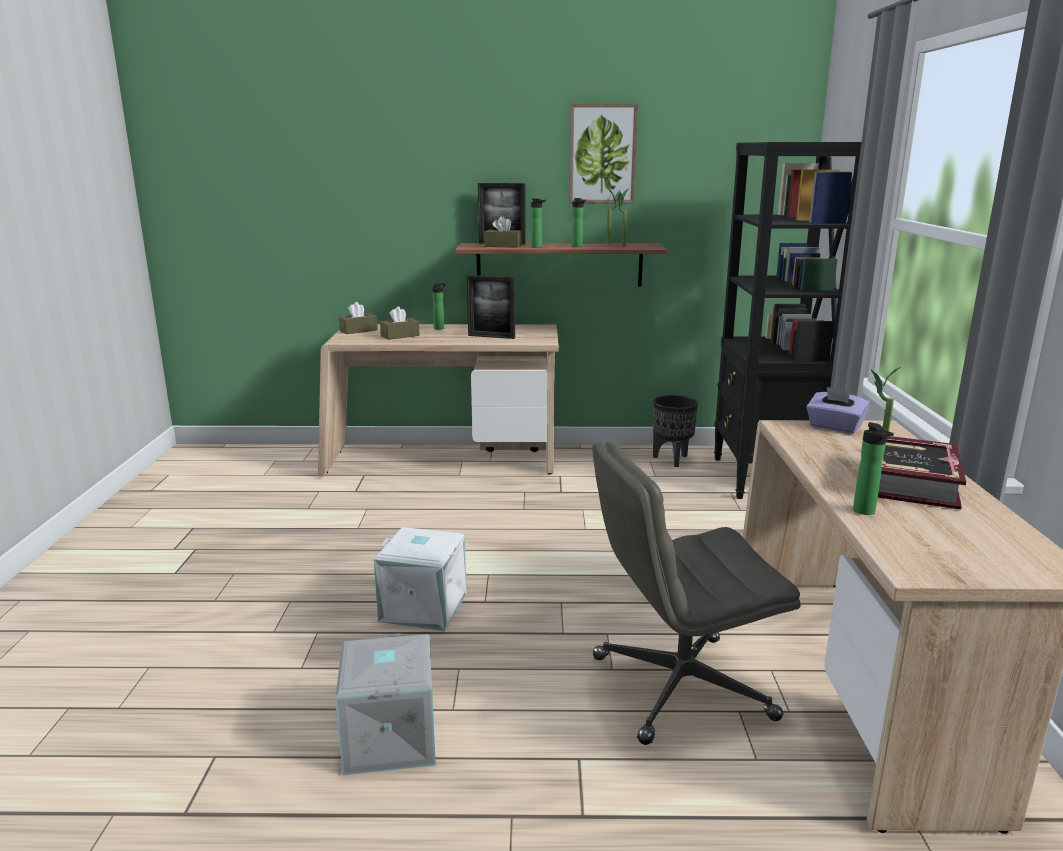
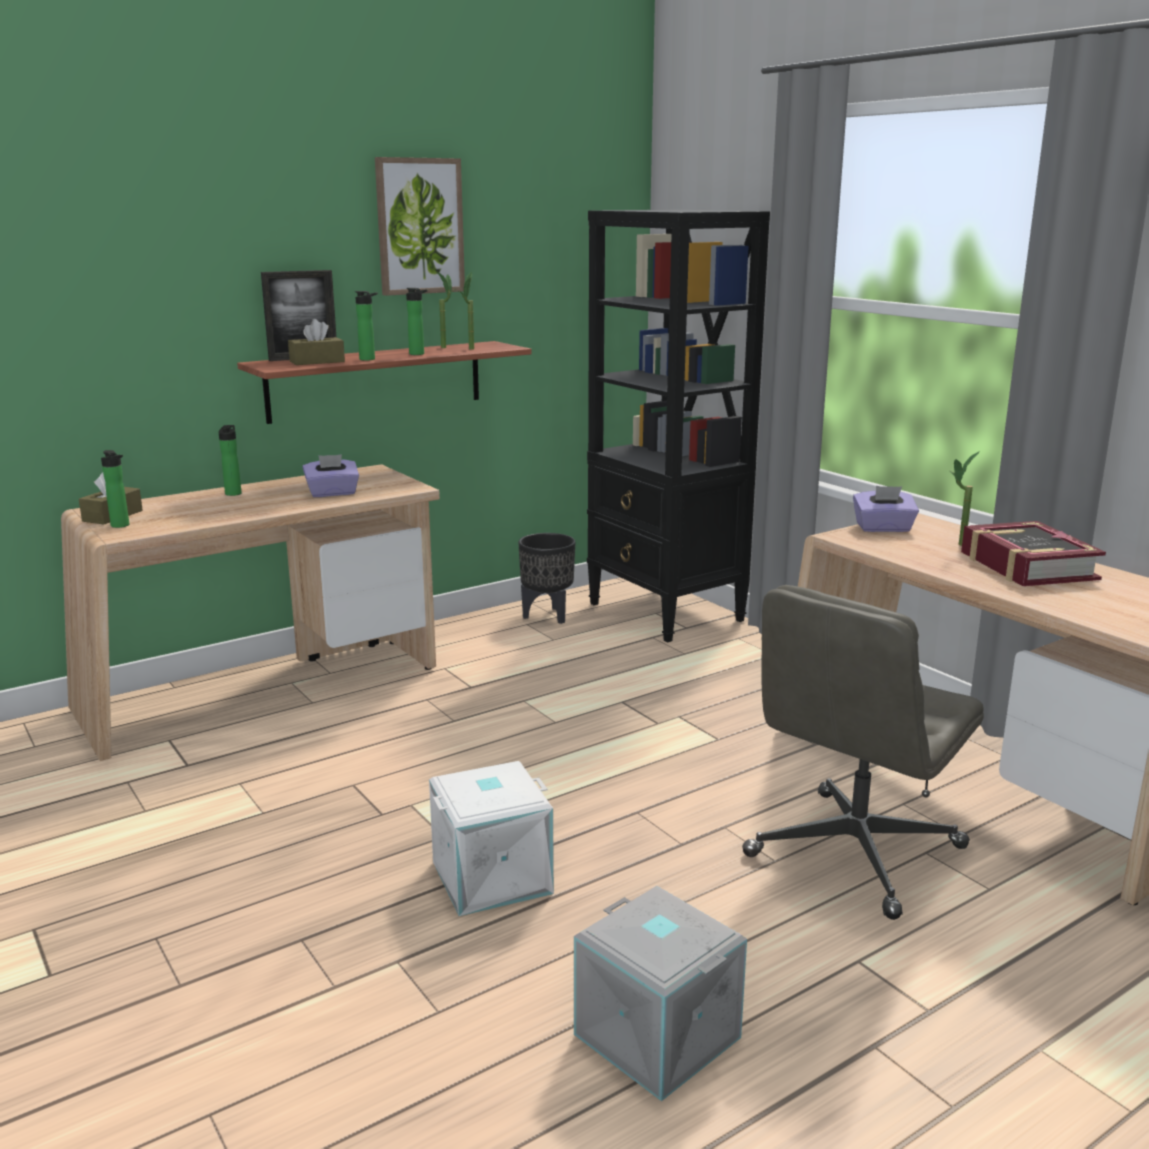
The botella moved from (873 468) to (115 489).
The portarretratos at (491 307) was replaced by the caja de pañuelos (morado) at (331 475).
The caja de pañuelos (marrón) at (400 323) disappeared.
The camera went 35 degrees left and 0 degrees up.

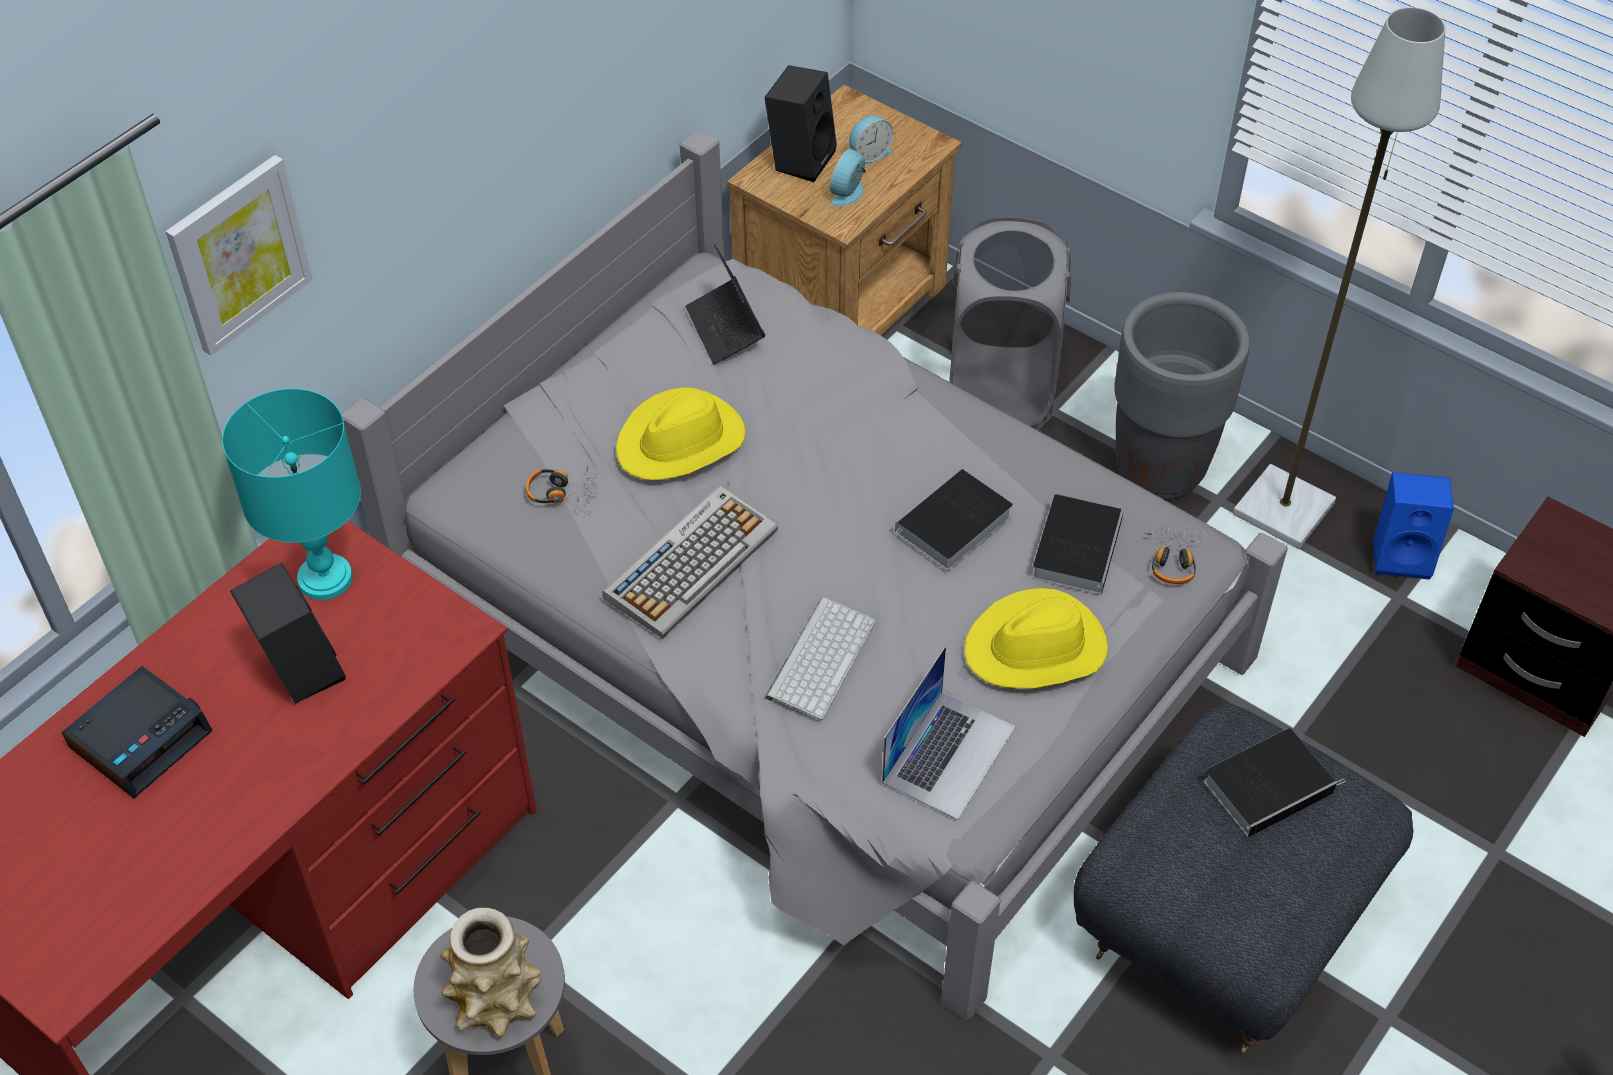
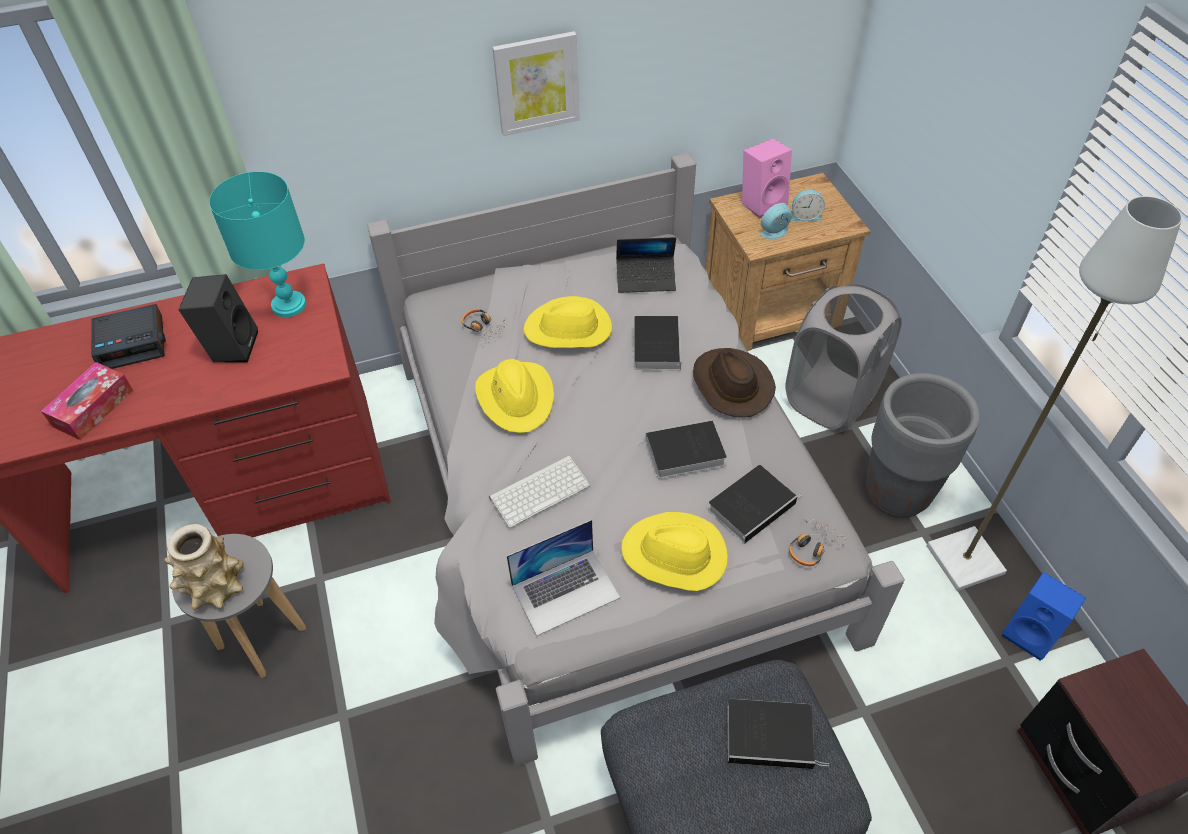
The caja de pañuelos at (87 401) appeared.
The teclado at (690 562) was replaced by the sombrero (amarillo) at (514 396).
The cuadro moved from (239 255) to (536 83).
The portátil at (725 304) turned 105 degrees counterclockwise.
The libro at (657 342) appeared.
The sombrero (marrón) at (734 383) appeared.
The altavoz (negro) at (800 123) became the altavoz (rosa) at (767 179).
The camera went 35 degrees right and 0 degrees up.

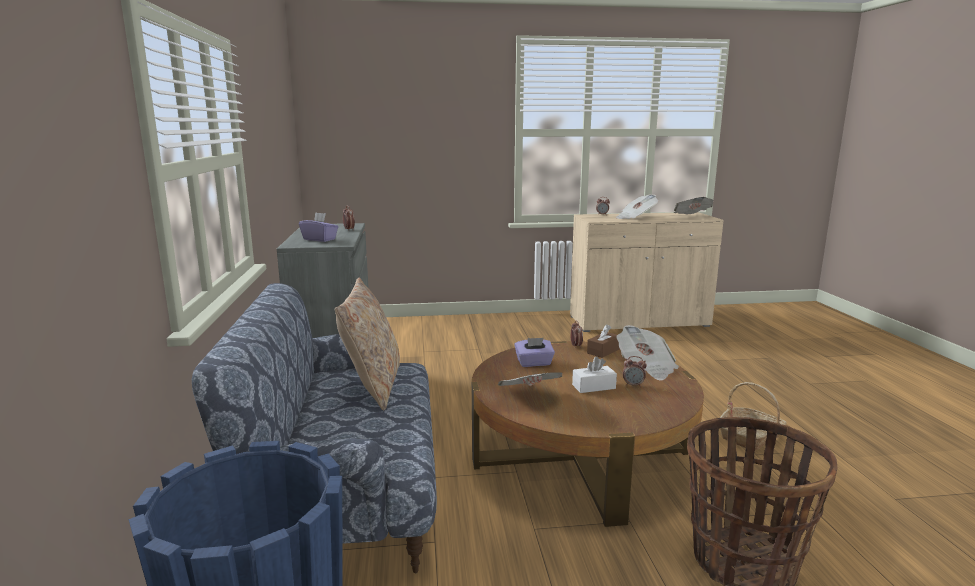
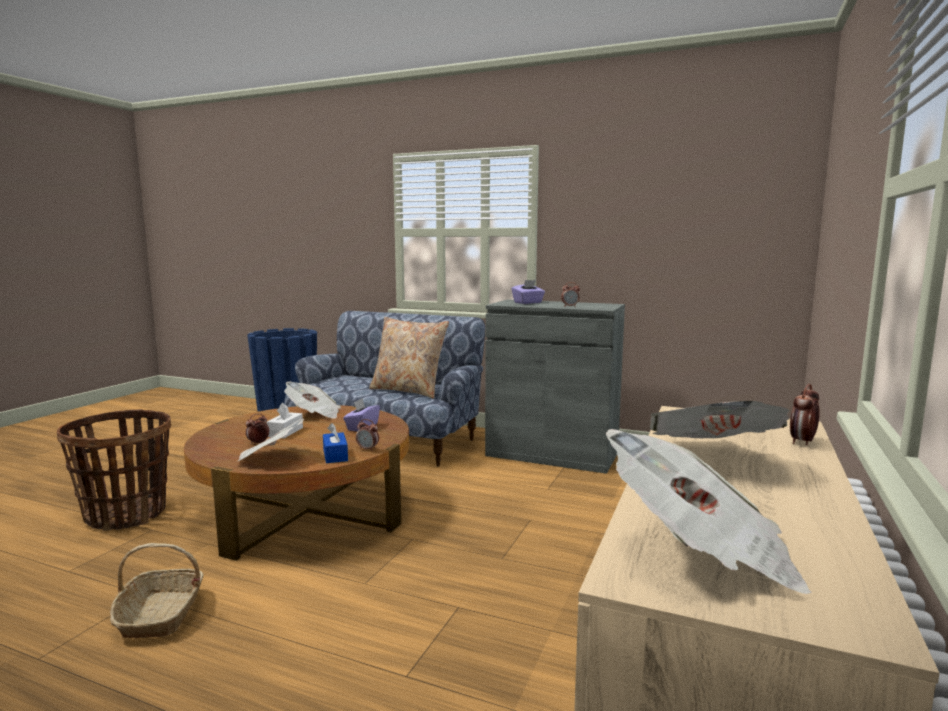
The caja de pañuelos (marrón) at (603 341) became the caja de pañuelos (azul) at (335 443).
The camera went 120 degrees right and 5 degrees down.

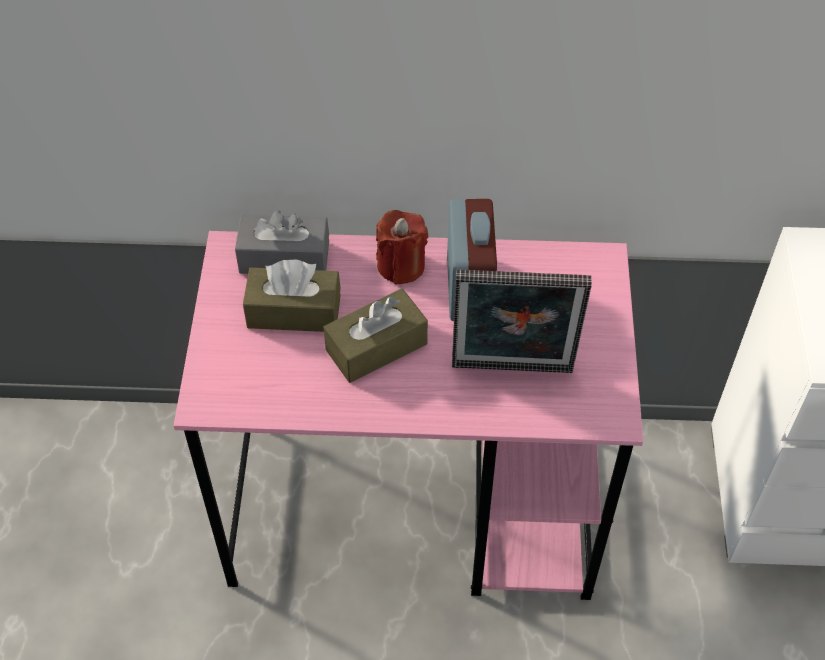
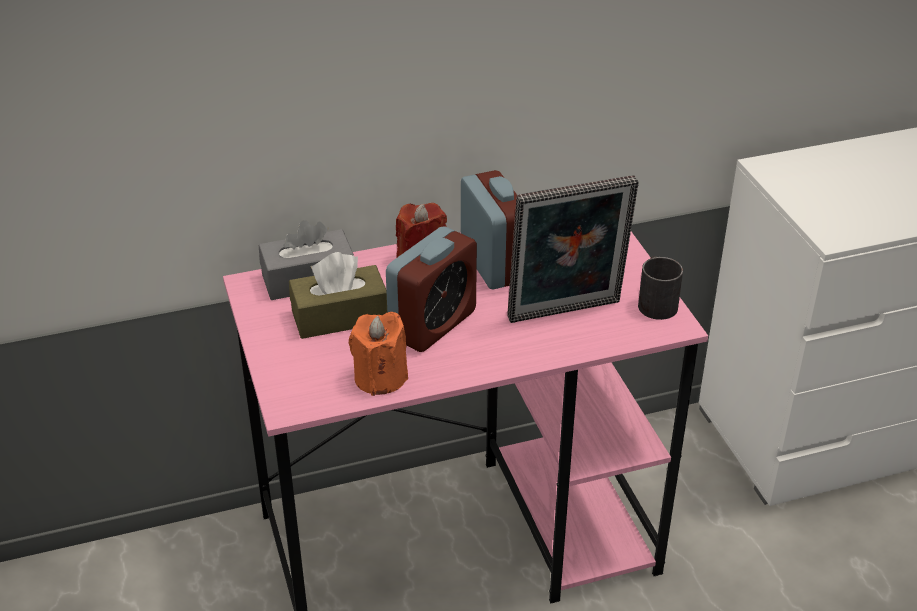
The vela (naranja) at (378 354) appeared.
The caja de pañuelos (marrón) at (375 335) was replaced by the despertador at (431 289).
The taza grande (negro) at (660 288) appeared.
The camera went 20 degrees left and 15 degrees down.

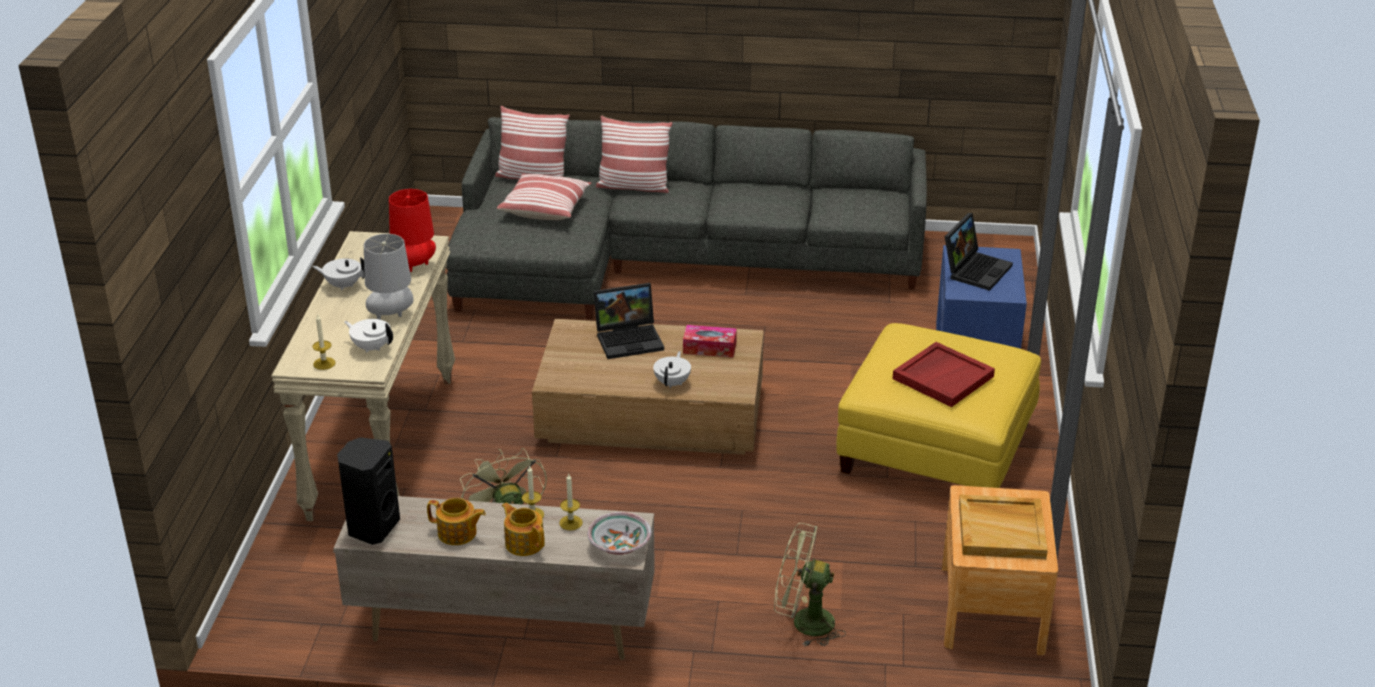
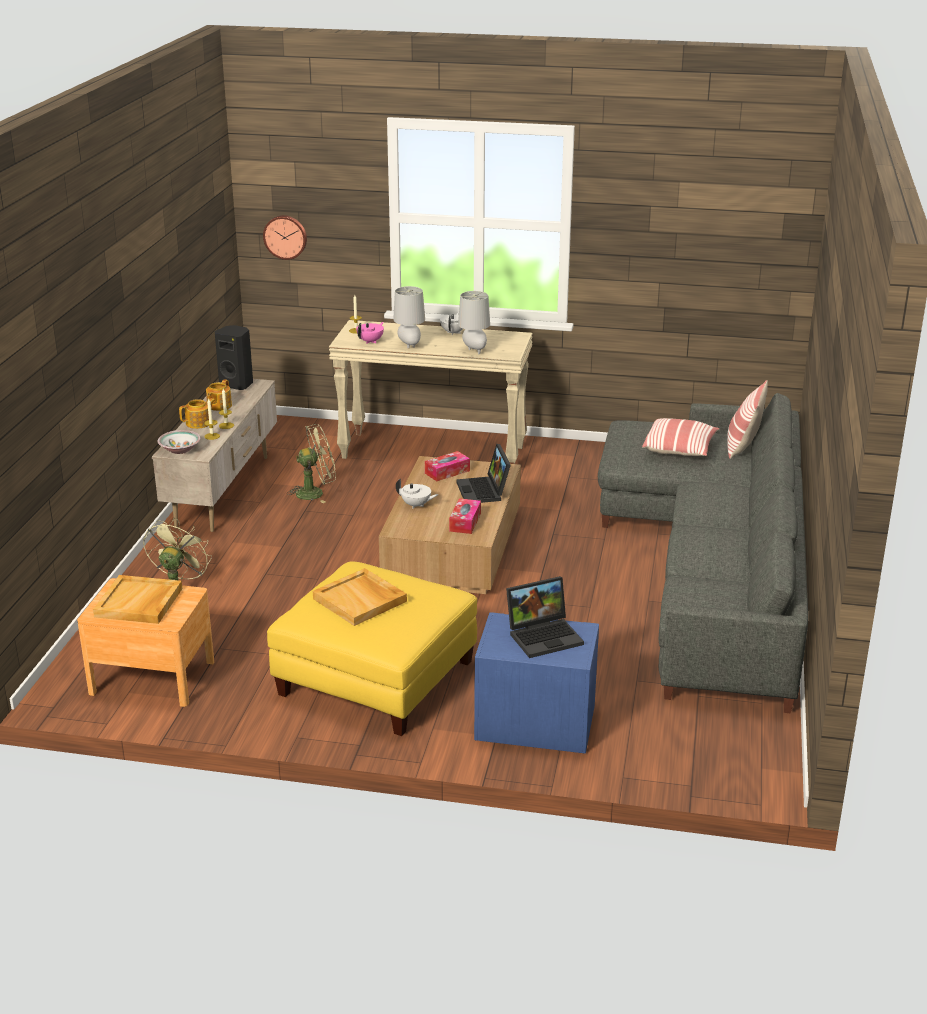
The reloj de pared at (285 237) appeared.
The bandeja (rojo) at (944 374) became the bandeja (beis) at (360 597).
The tetera (blanco) at (368 336) became the tetera (rosa) at (370 333).
The caja de pañuelos at (447 466) appeared.
The lámpara de mesa (rojo) at (412 230) became the lámpara de mesa (gris) at (474 322).
The portátil at (979 252) turned 60 degrees counterclockwise.
The cojín at (634 154) disappeared.
The camera went 95 degrees right and 5 degrees down.

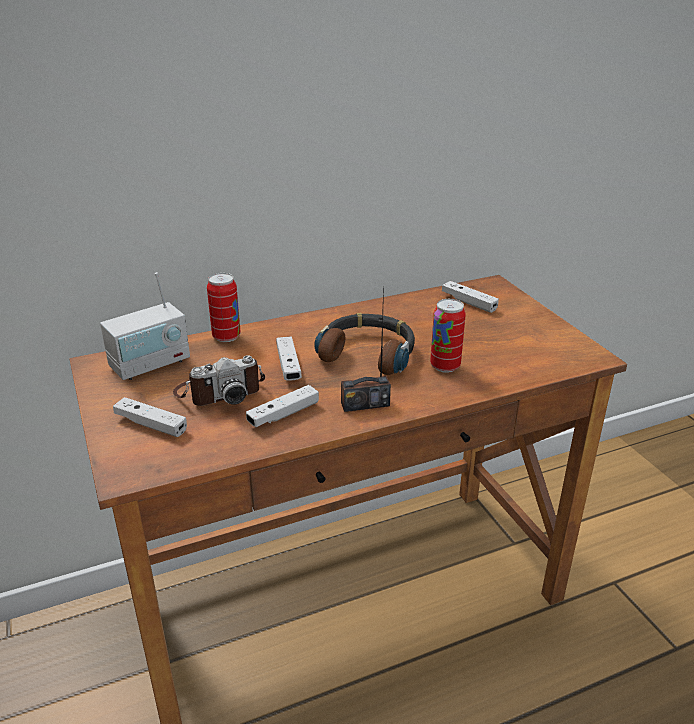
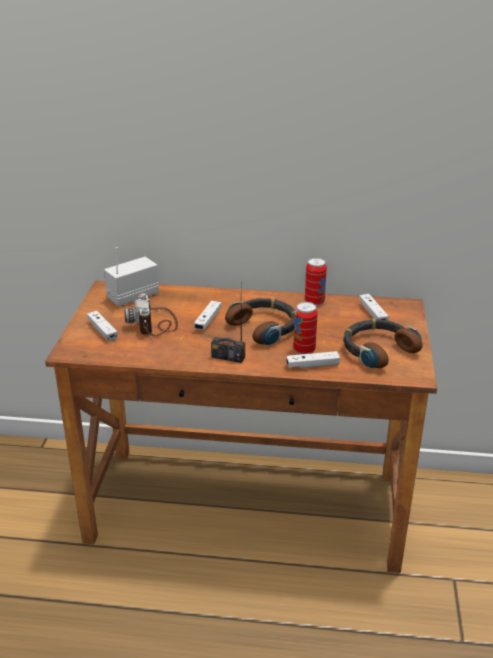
The radio at (145 326) turned 150 degrees clockwise.
The cámara at (219 380) turned 75 degrees clockwise.
The mando de consola (blanco) moved from (282 406) to (313 359).
The lata moved from (224 307) to (316 282).
The auriculares at (383 343) appeared.
The camera went 30 degrees right and 0 degrees up.

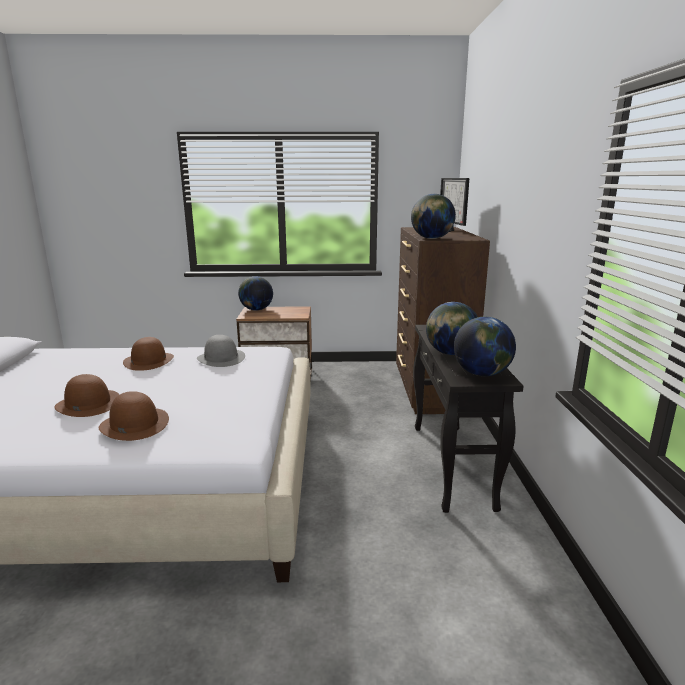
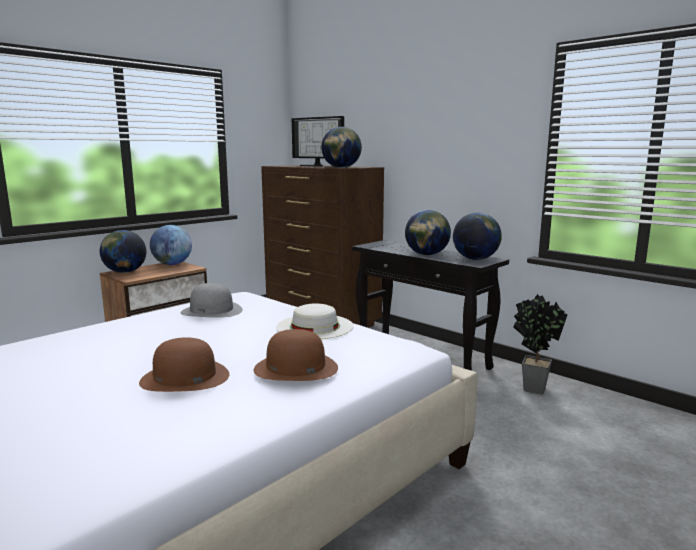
The globo terráqueo at (171 245) appeared.
The sombrero (blanco) at (314 321) appeared.
The planta en maceta at (540 344) appeared.
The sombrero (marrón) at (148 354) disappeared.
The camera went 45 degrees left and 5 degrees down.

